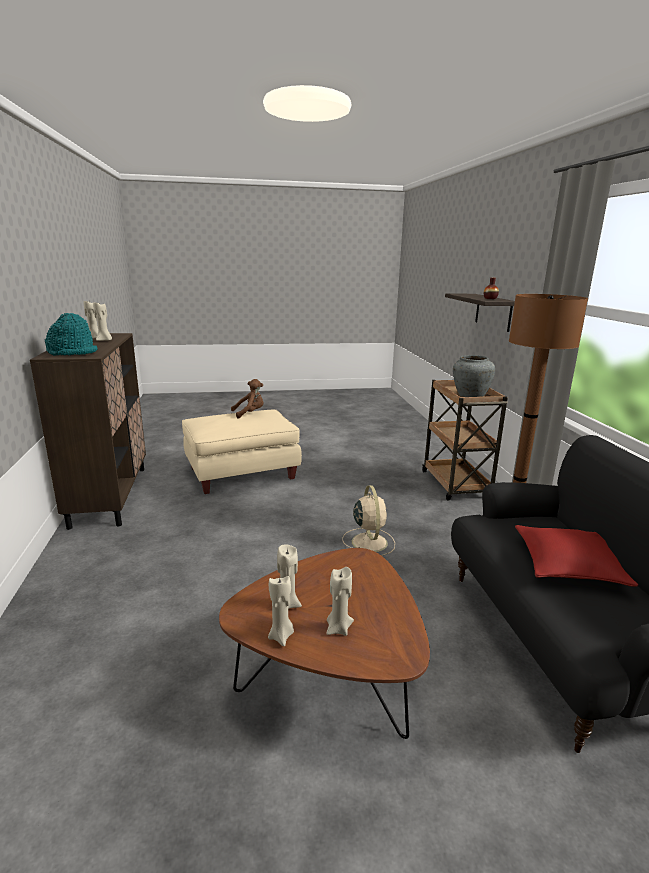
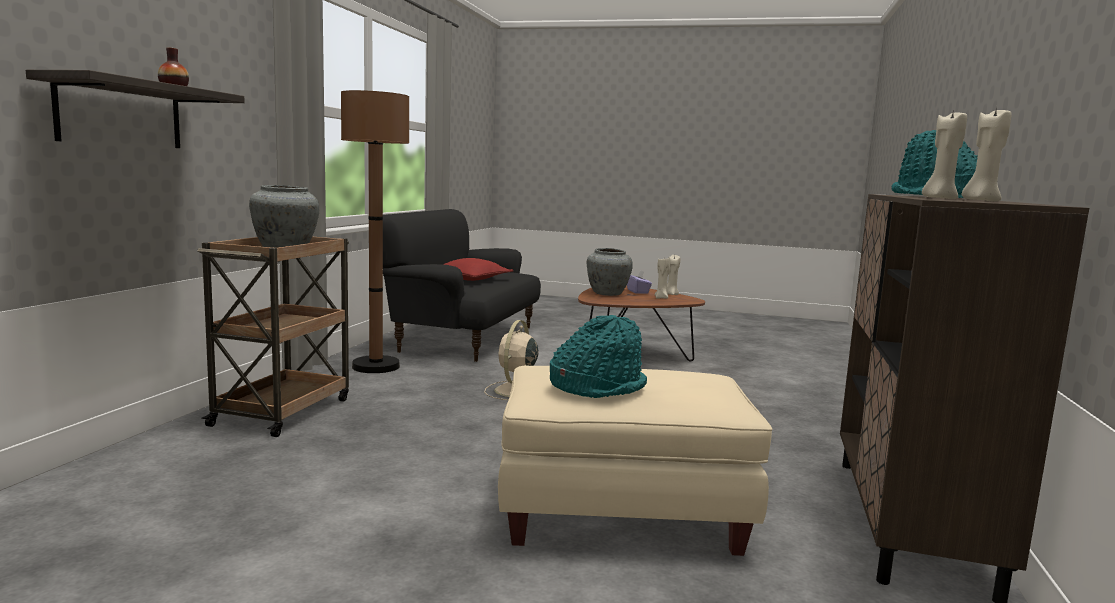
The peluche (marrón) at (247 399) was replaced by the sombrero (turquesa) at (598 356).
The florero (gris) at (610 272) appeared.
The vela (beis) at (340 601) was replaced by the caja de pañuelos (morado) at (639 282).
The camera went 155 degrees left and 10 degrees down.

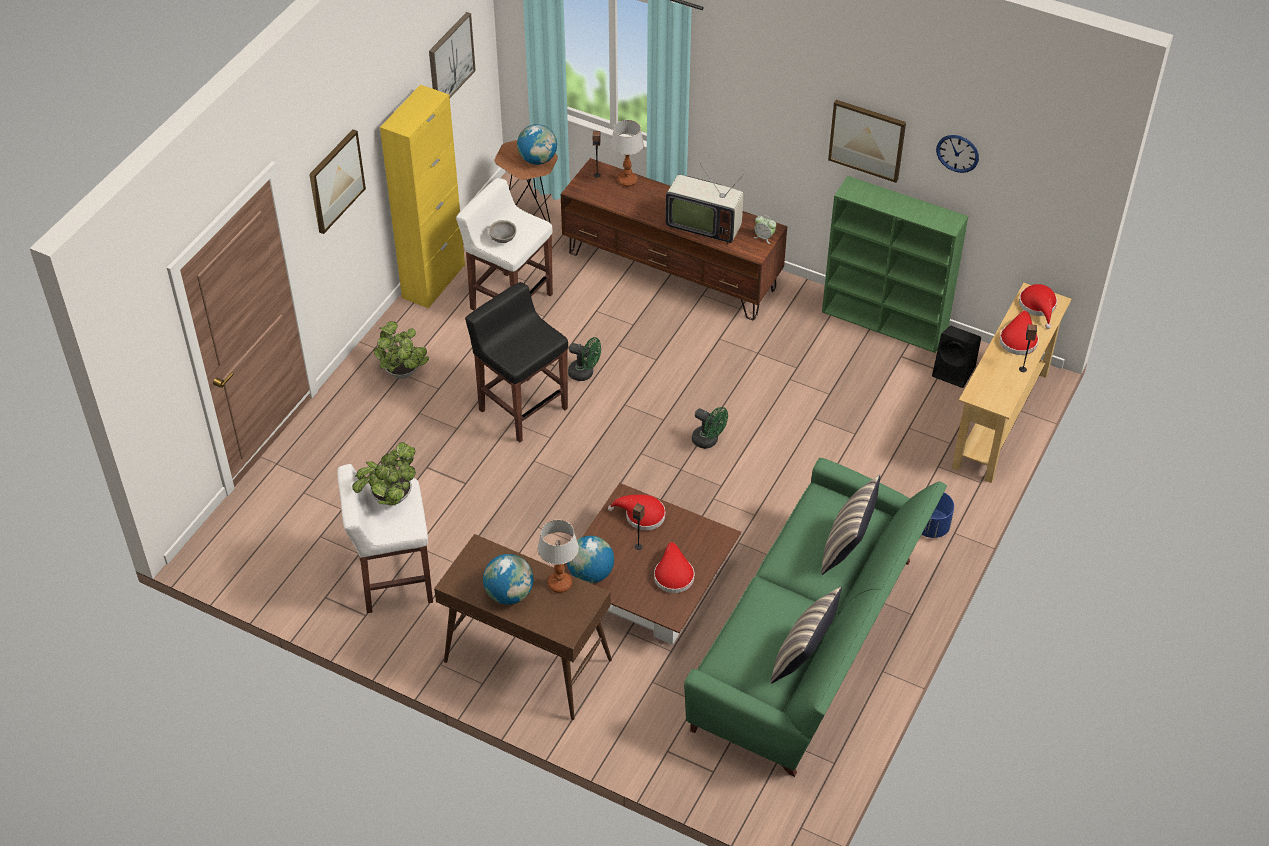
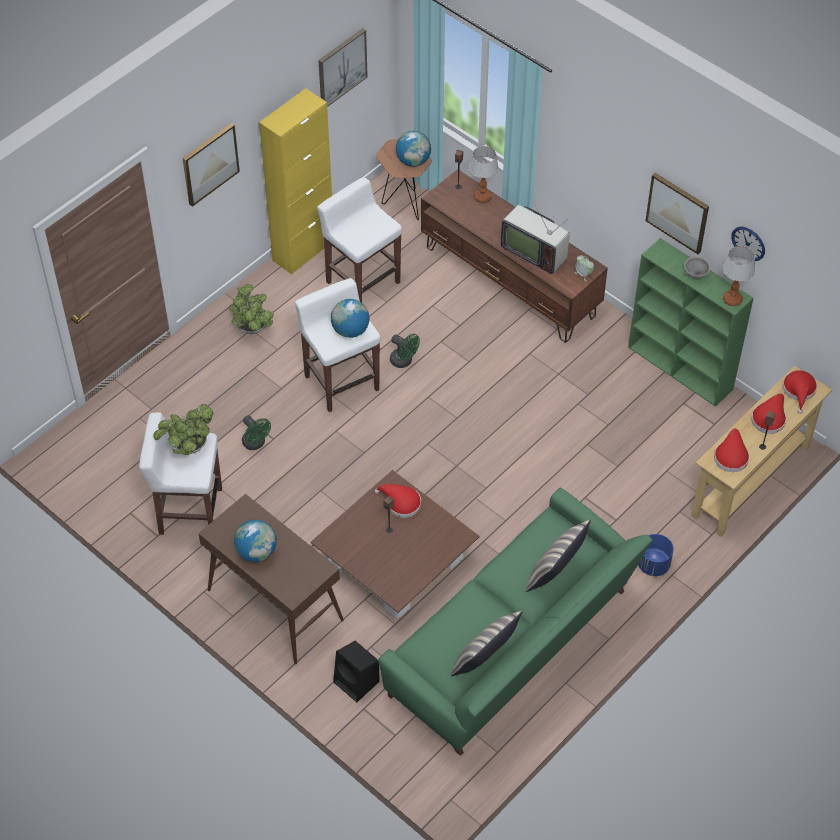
The ventilador (verde) moved from (710 428) to (256 432).
The taburete (negro) at (516 362) became the taburete (blanco) at (337 345).
The globo terráqueo moved from (590 559) to (350 318).
The altavoz (negro) moved from (956 356) to (356 671).
The cuenco (gris) moved from (502 231) to (697 267).
The sombrero (rojo) moved from (674 567) to (731 450).
The lámpara de mesa moved from (558 556) to (739 276).
The camera went 15 degrees right and 5 degrees up.

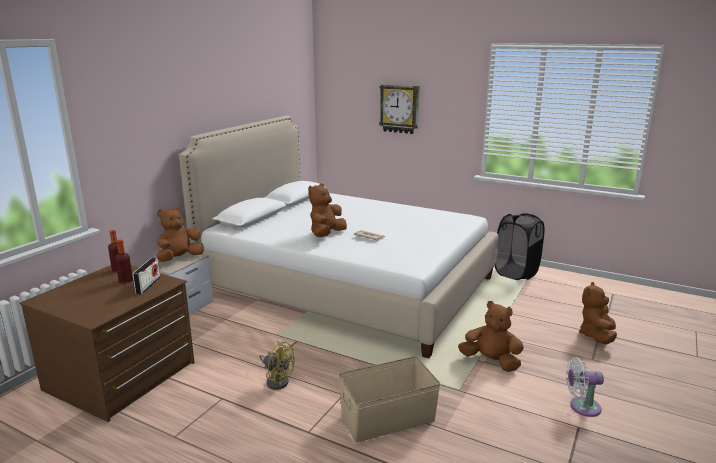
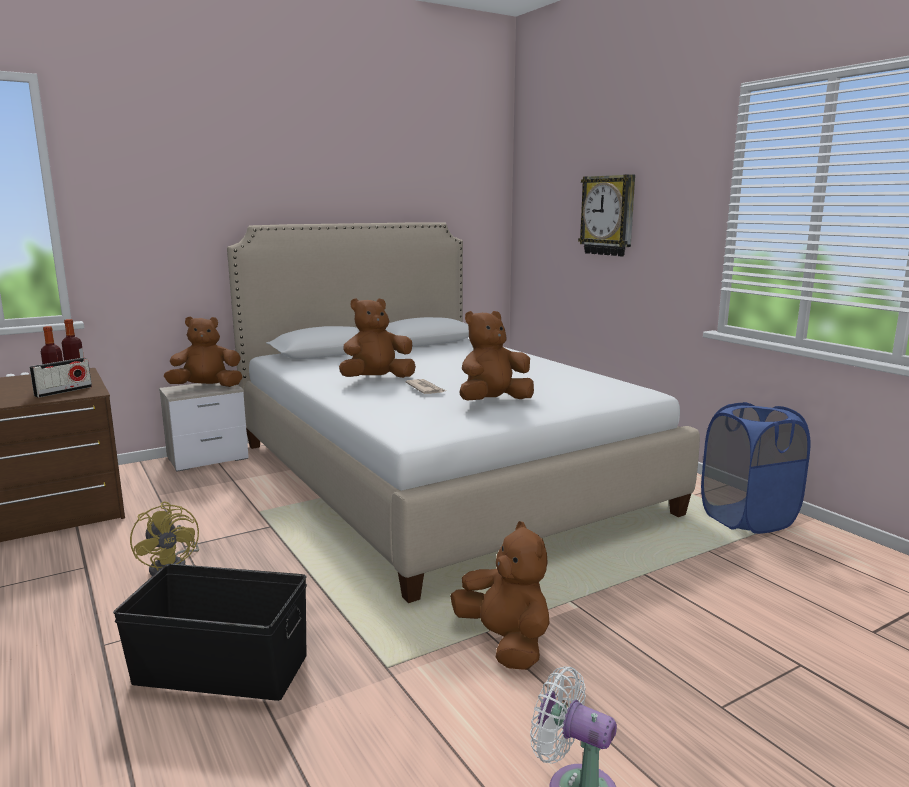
The caja de almacenaje (beis) at (389 399) became the caja de almacenaje (negro) at (210 632).
The peluche (marrón) moved from (598 313) to (496 356).
The cesto de la ropa (negro) at (519 246) became the cesto de la ropa (azul) at (756 468).
The camera went 30 degrees right and 5 degrees down.

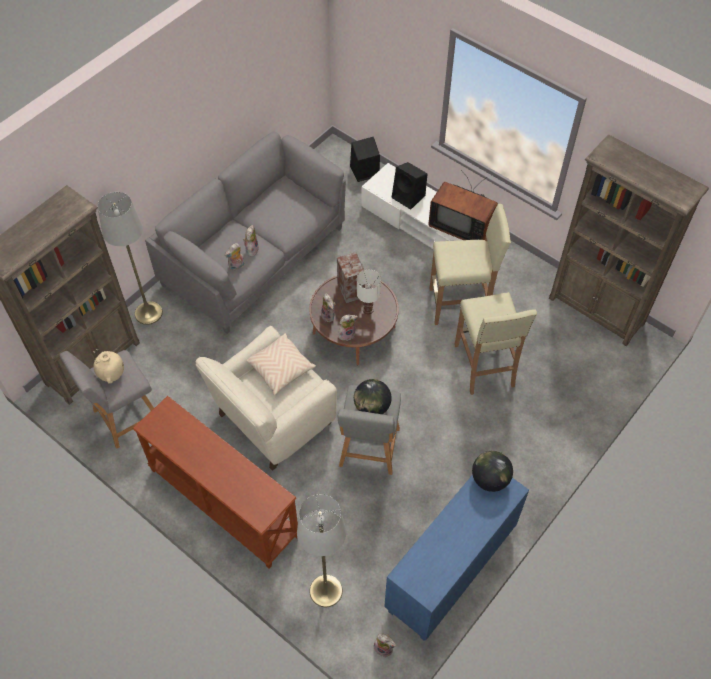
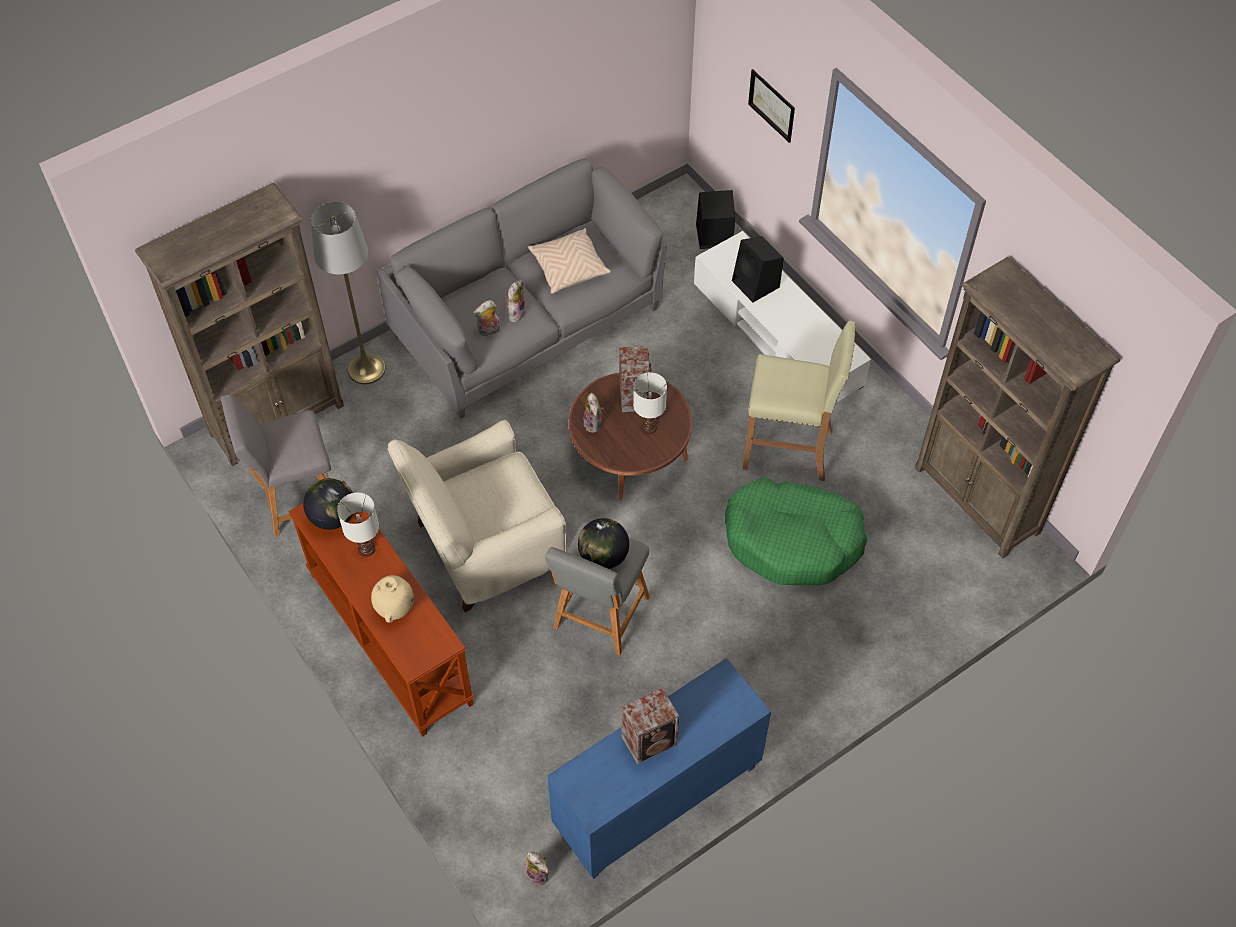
The globo terráqueo moved from (492 471) to (328 504).
The lámpara de mesa (blanco) at (358 525) appeared.
The florero (beis) moved from (109 367) to (392 599).
The cojín (beis) moved from (281 364) to (569 261).
The altavoz at (650 726) appeared.
The taburete (beis) at (496 343) was replaced by the cama para perro (verde) at (796 531).
The cuadro at (771 106) appeared.
The lámpara de pie (gris) at (321 550) disappeared.
The peluche at (348 328) disappeared.
The televisor at (463 205) disappeared.
The camera went 15 degrees right and 0 degrees up.

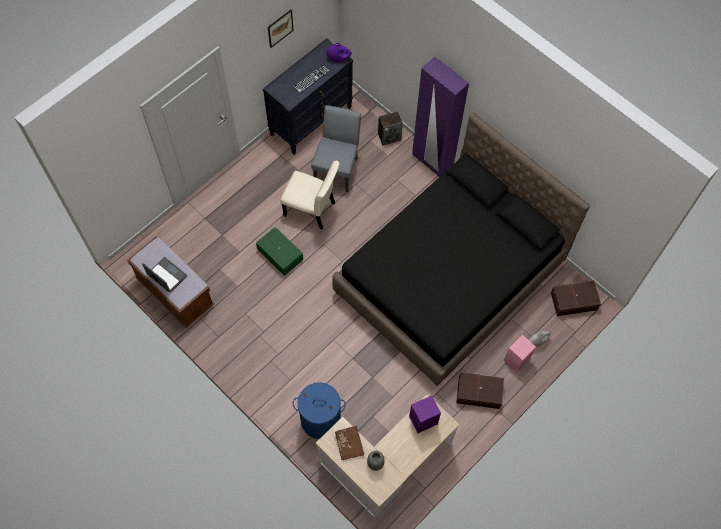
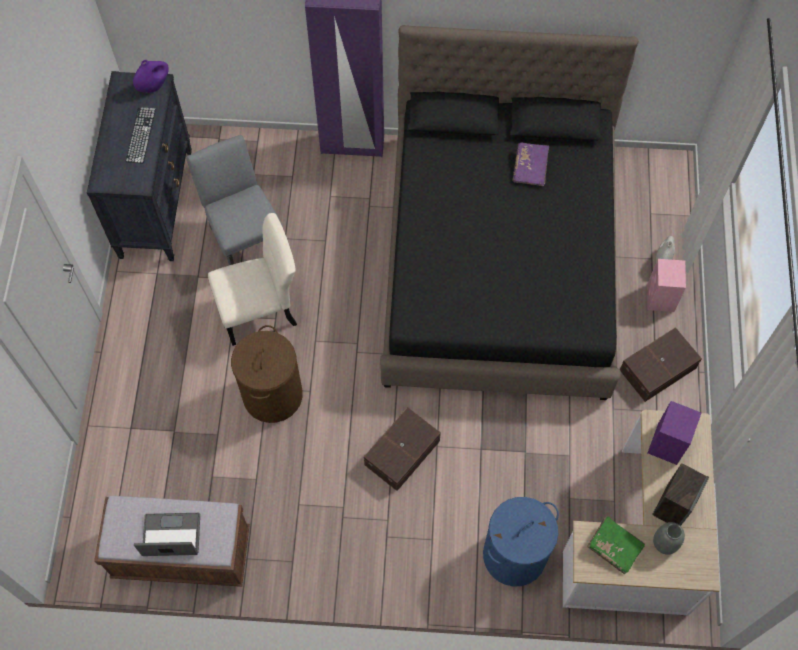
The caja de almacenaje (verde) at (279 251) was replaced by the cesto de la ropa (marrón) at (267 374).
The caja de almacenaje (marrón) moved from (576 298) to (402 449).
The libro (morado) at (531 164) appeared.
The libro (marrón) at (349 442) became the libro (verde) at (616 545).
The altavoz moved from (390 128) to (680 494).
The cuadro at (281 29) disappeared.
The camera went 40 degrees left and 0 degrees up.

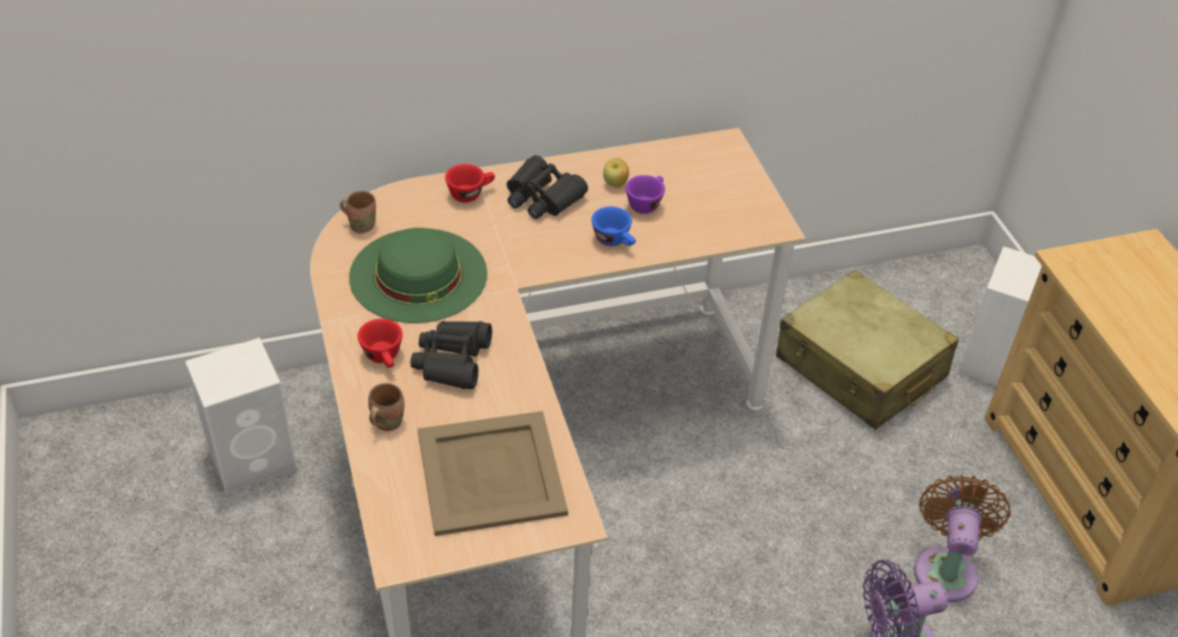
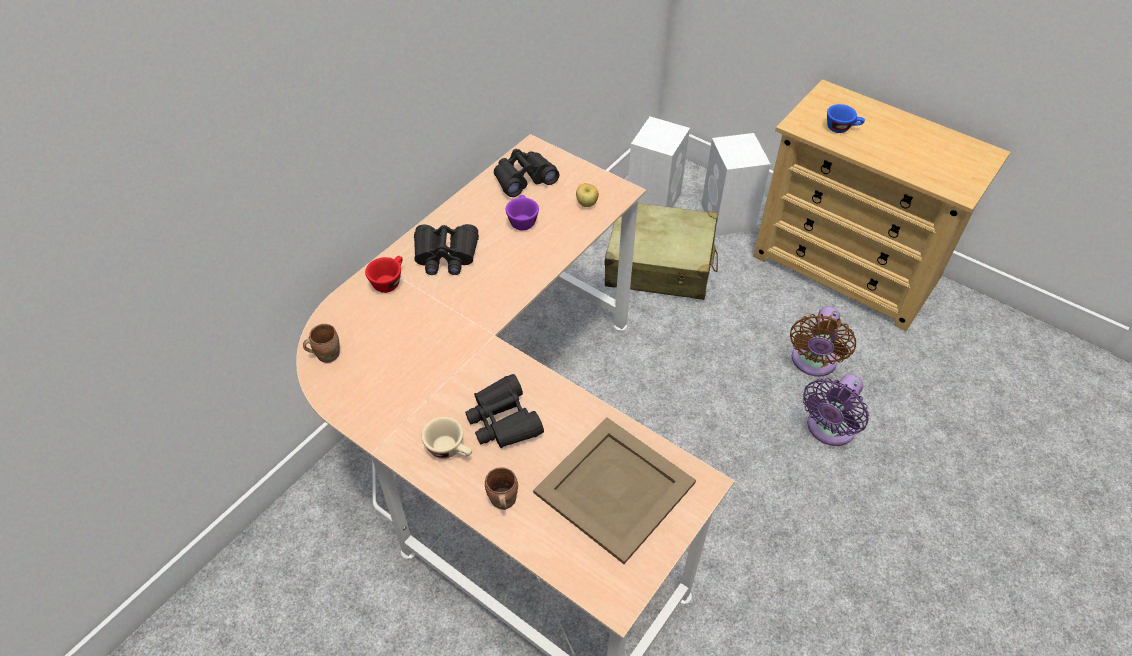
The taza (rojo) at (380 343) became the taza (beis) at (447 438).
The prismáticos (negro) at (526 173) appeared.
The manzana moved from (616 172) to (587 195).
The altavoz (blanco) moved from (241 415) to (659 162).
The ventilador (marrón) at (962 538) turned 135 degrees counterclockwise.
The taza (azul) moved from (614 226) to (846 118).
The sombrero (verde) at (418 275) disappeared.
The camera went 35 degrees left and 5 degrees up.

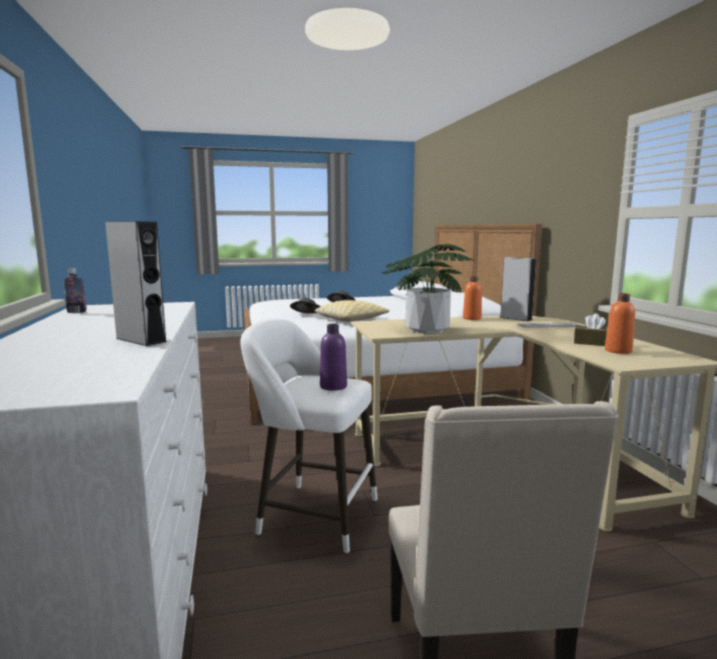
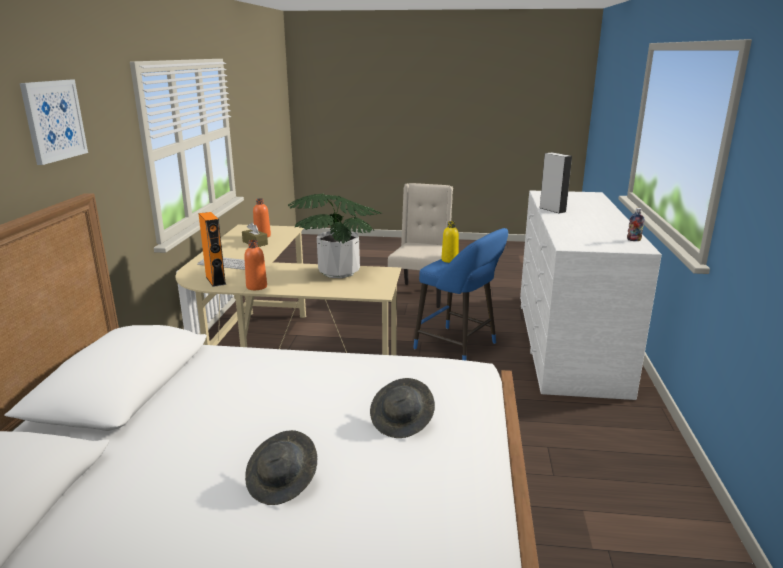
The cuadro at (54 122) appeared.
The altavoz (gris) at (518 289) became the altavoz (naranja) at (212 249).
The taburete (blanco) at (309 436) became the taburete (azul) at (460 294).
The botella (morado) at (333 357) became the botella (amarillo) at (450 242).
The cojín at (352 311) disappeared.
The camera went 160 degrees left and 10 degrees up.

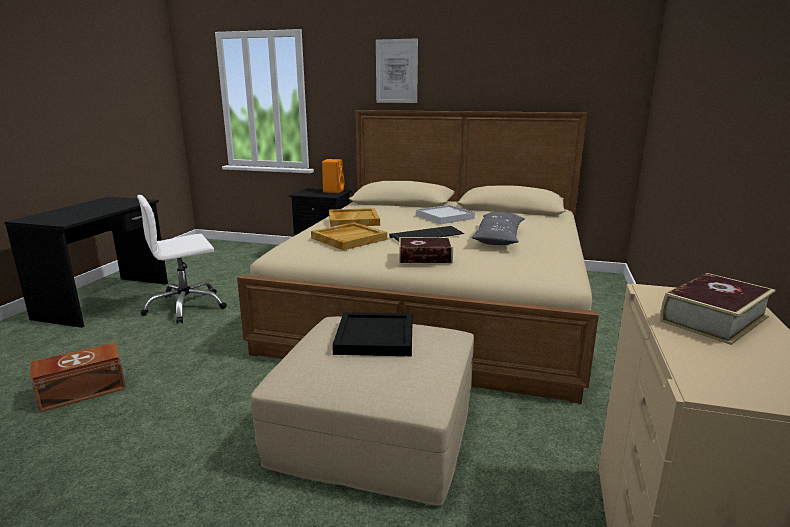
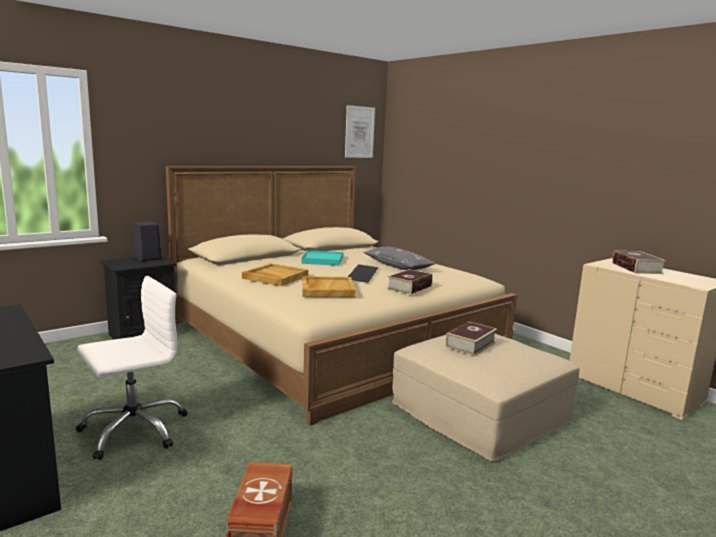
The silla de oficina (blanco) at (182 259) turned 135 degrees counterclockwise.
The altavoz (naranja) at (333 176) became the altavoz (negro) at (146 241).
The bandeja (blanco) at (445 214) became the bandeja (turquesa) at (322 258).
The cuadro moved from (397 70) to (360 131).
The bandeja (negro) at (372 334) was replaced by the libro at (471 339).
The camera went 55 degrees left and 5 degrees down.

